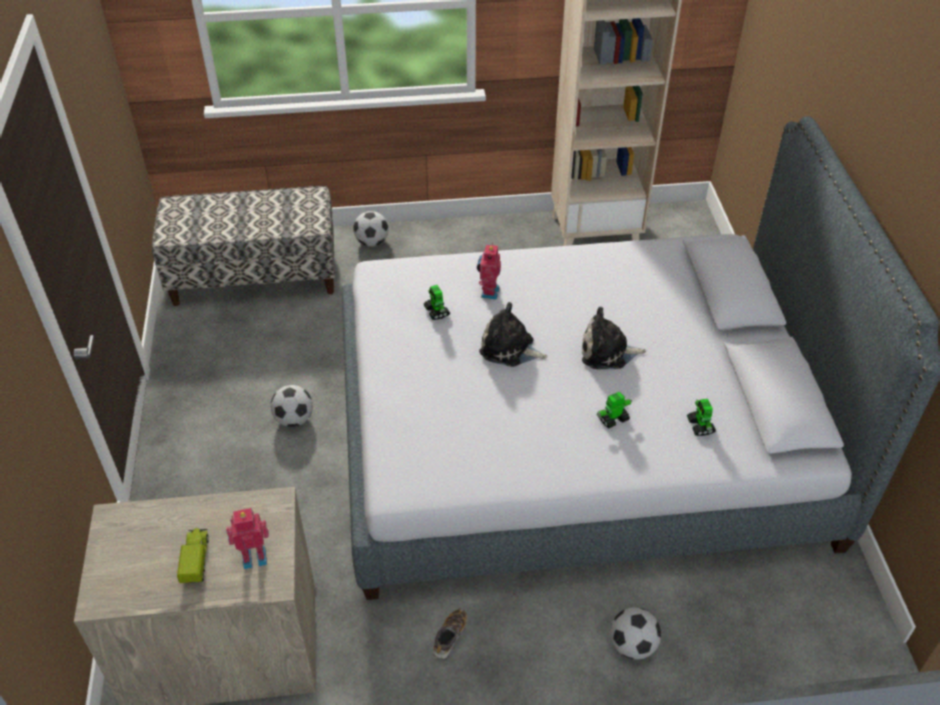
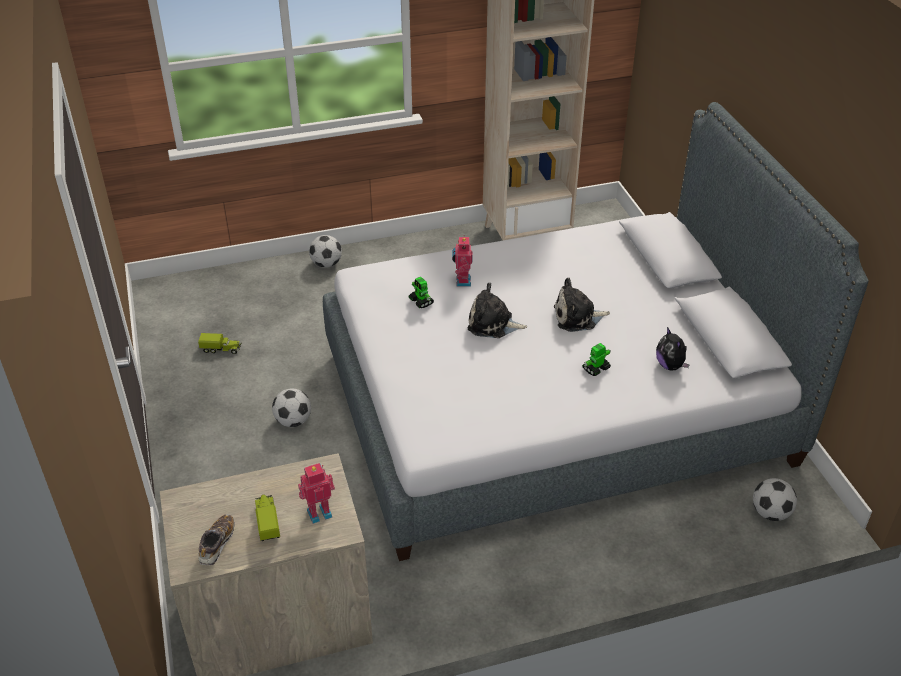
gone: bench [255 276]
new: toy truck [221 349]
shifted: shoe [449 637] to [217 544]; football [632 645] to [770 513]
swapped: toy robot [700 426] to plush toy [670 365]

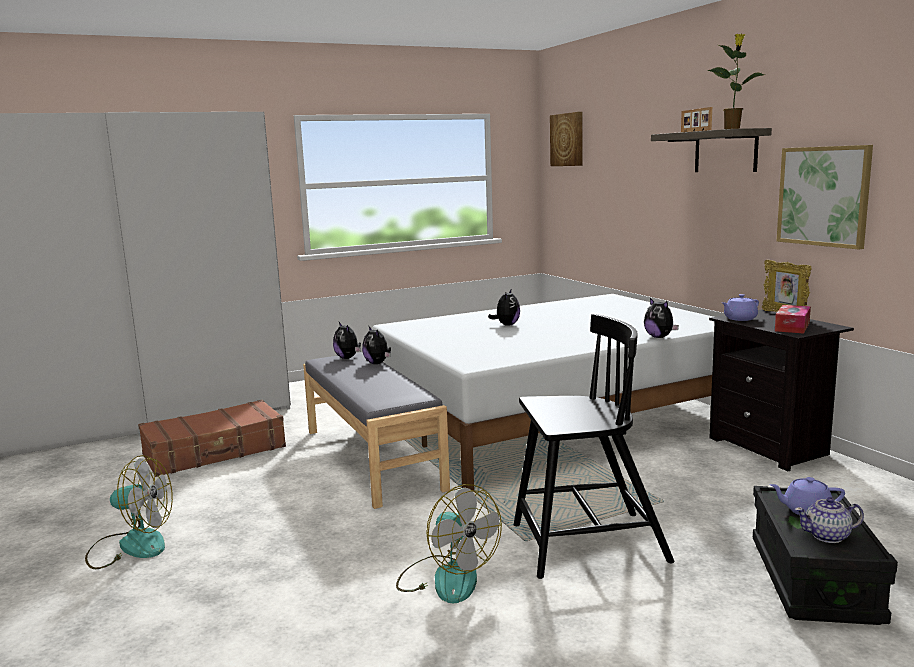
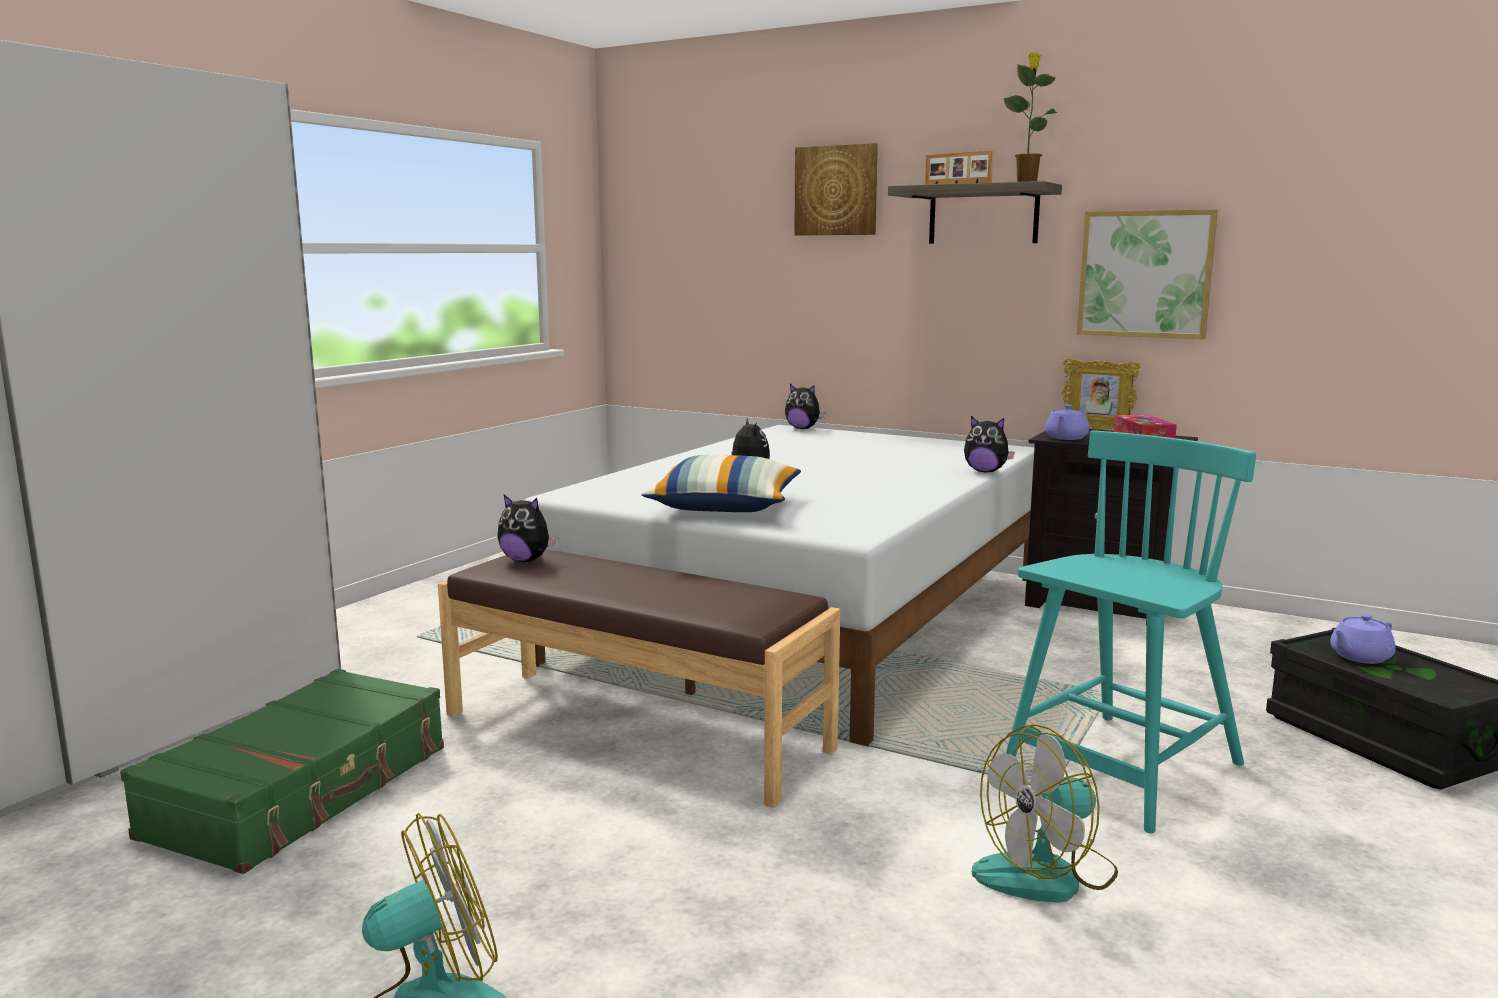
gone: teapot [828 536]
new: pillow [725 507]
shifted: plush toy [377 363] to [803 428]; picture [567 139] to [836 190]
repainted: brown suitcase [215 451] to green suitcase [303 791]; grey bench [373 458] to brown bench [636 730]; black chair [586 544] to turquoise chair [1122 771]
rotated: fan [446 578] = [1047 874] 135 degrees clockwise

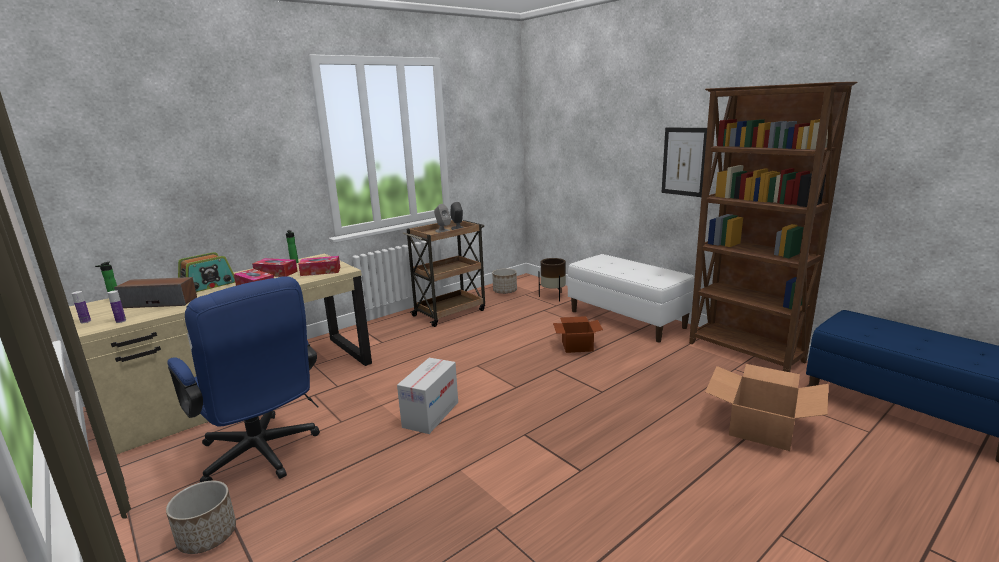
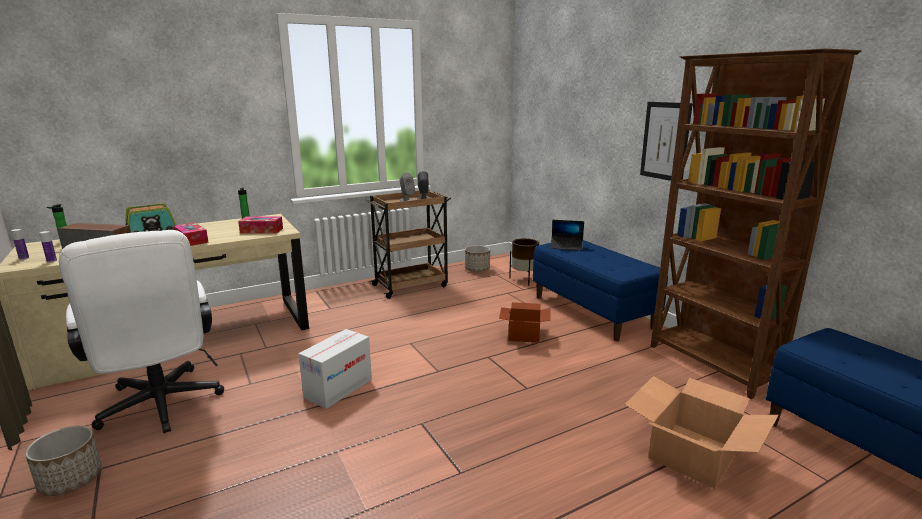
gone: tissue box [276 273]
new: laptop [566 246]
repainted: blue office chair [262 456] to white office chair [161 408]; white bench [627 319] to blue bench [593 312]

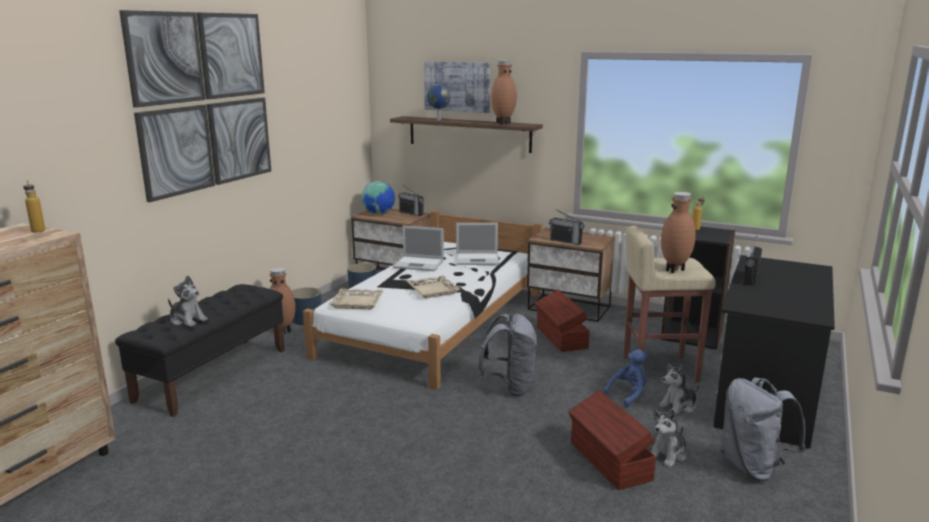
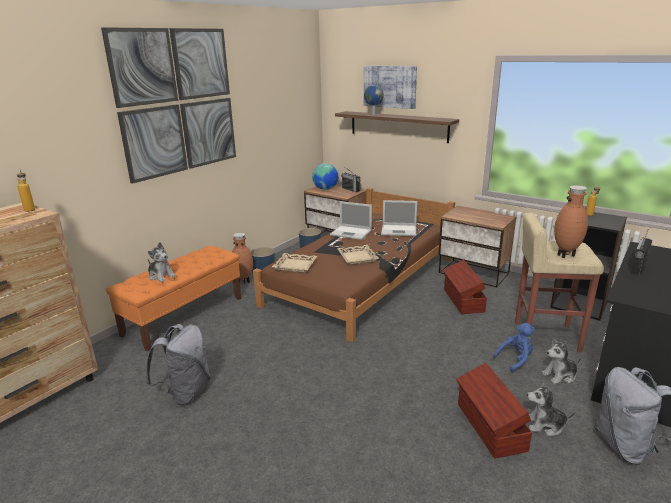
gone: brown vase [502 123]; radio [565 241]
shifted: grey backpack [509 387] to [186 392]
repainted: black bench [213 374] to orange bench [184 316]; white bed [435 323] to brown bed [362 280]
rotated: plush toy [668 455] = [545 425] 45 degrees clockwise

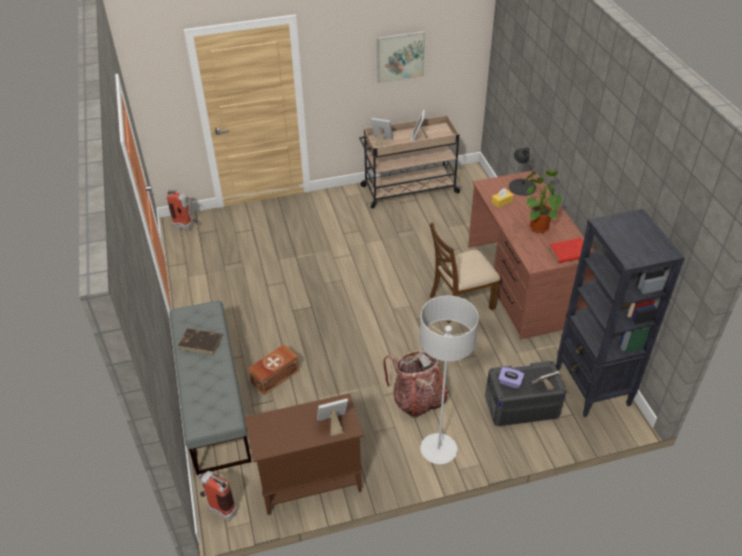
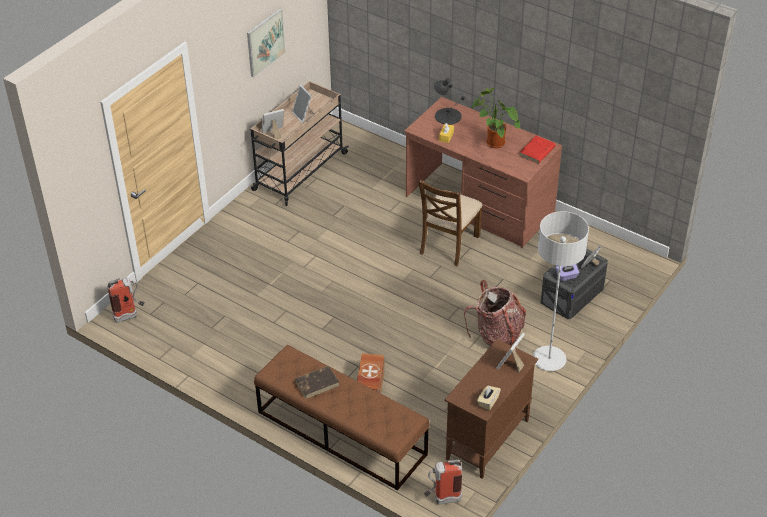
gone: black bookcase [592 387]
new: beige tissue box [488 402]
repainted: grey bench [213 398] to brown bench [341 433]

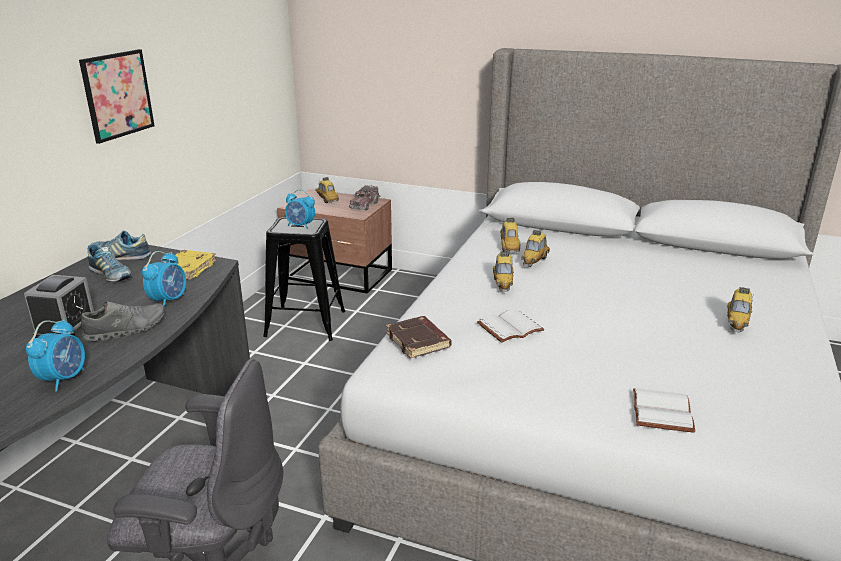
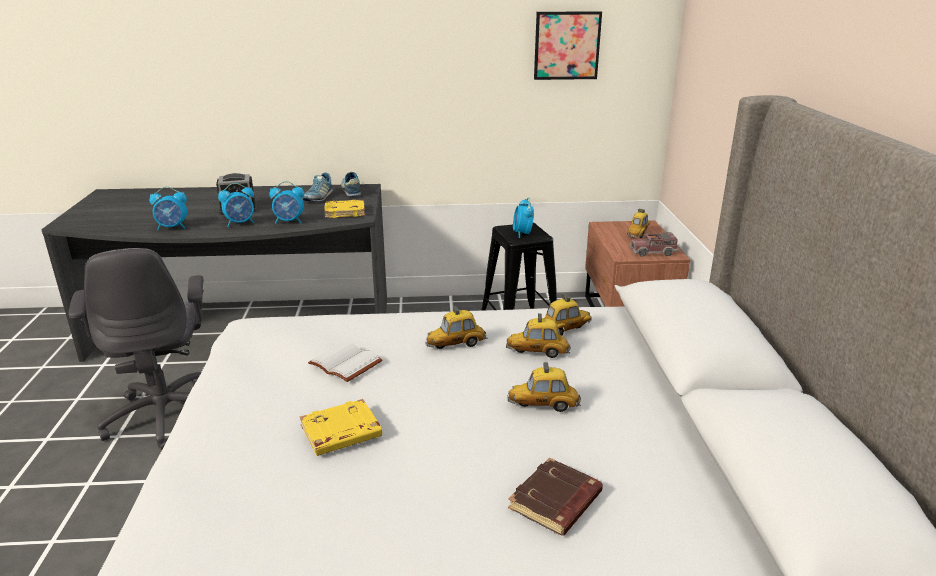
gone: white book [664 412]
new: yellow book [341 433]
shifted: toy car [736 323] to [543 405]; brown book [419 341] to [556 502]; picture [117 95] to [567 45]
swapped: grey shoe [126 329] to alarm clock [240 223]

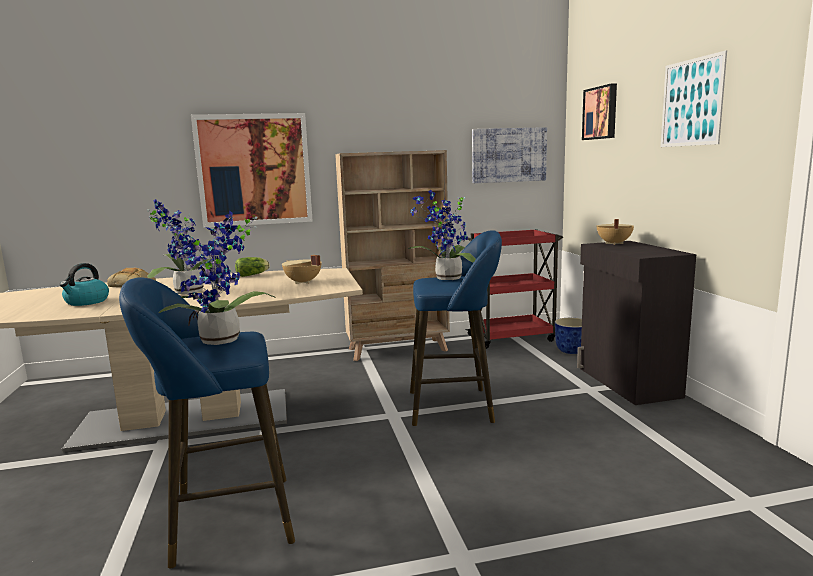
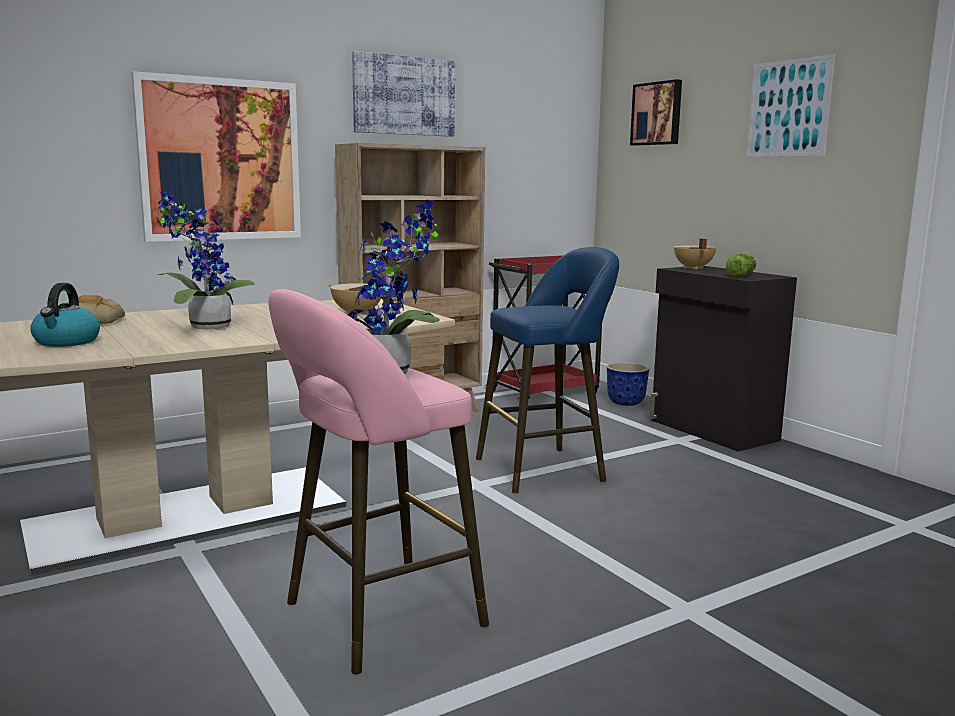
gone: potted plant [445 279]
shifted: picture [509 155] to [404 95]; lettuce [253 275] to [742 276]
repainted: blue stool [224 521] to pink stool [374 617]

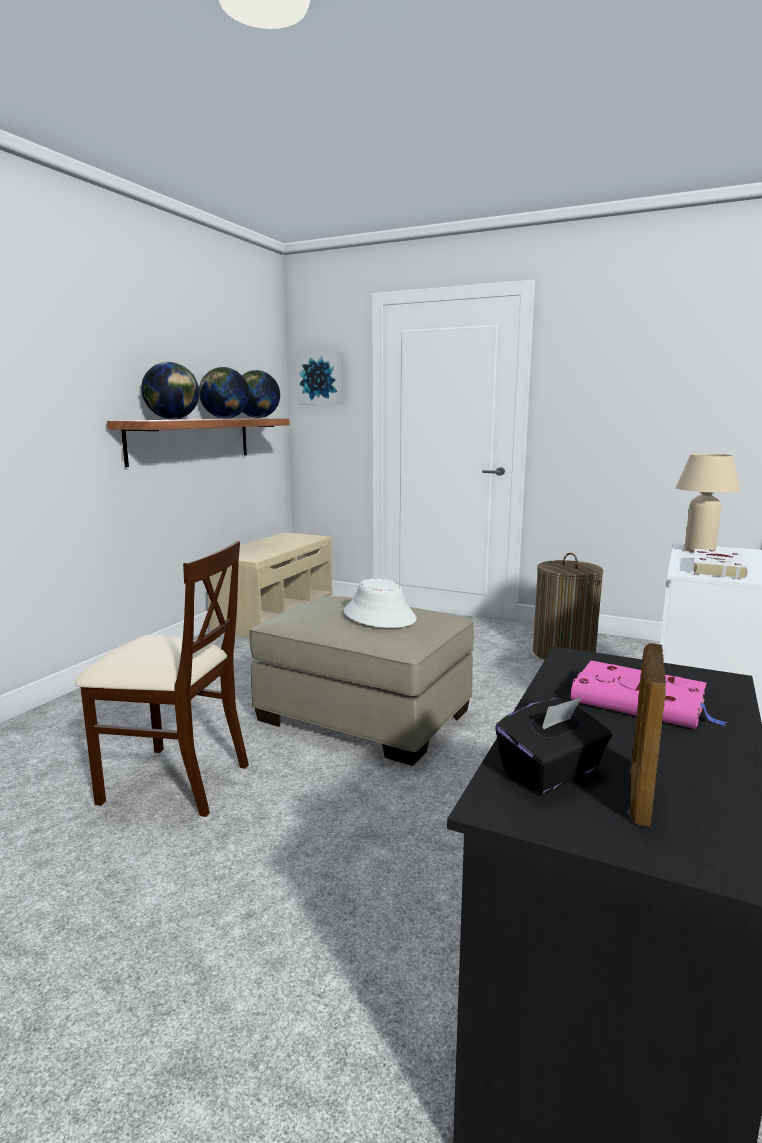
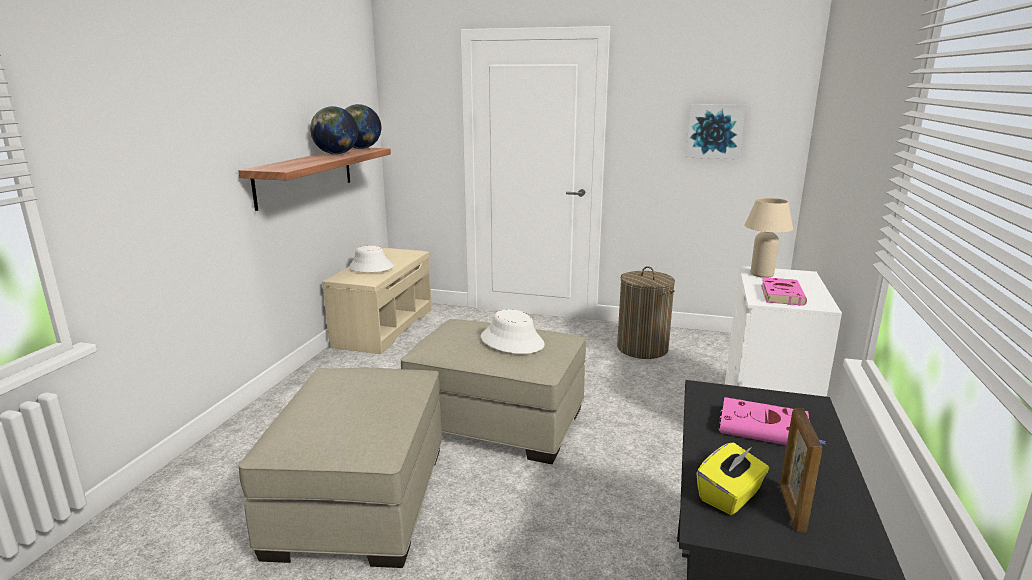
gone: globe [173 419]
new: white hat [370 267]
shifted: picture [321 378] to [714 131]
swapped: beige chair [175 781] to beige ottoman [359 500]
repainted: black tissue box [551 772] to yellow tissue box [730 496]; white book [717 568] to pink book [781 294]

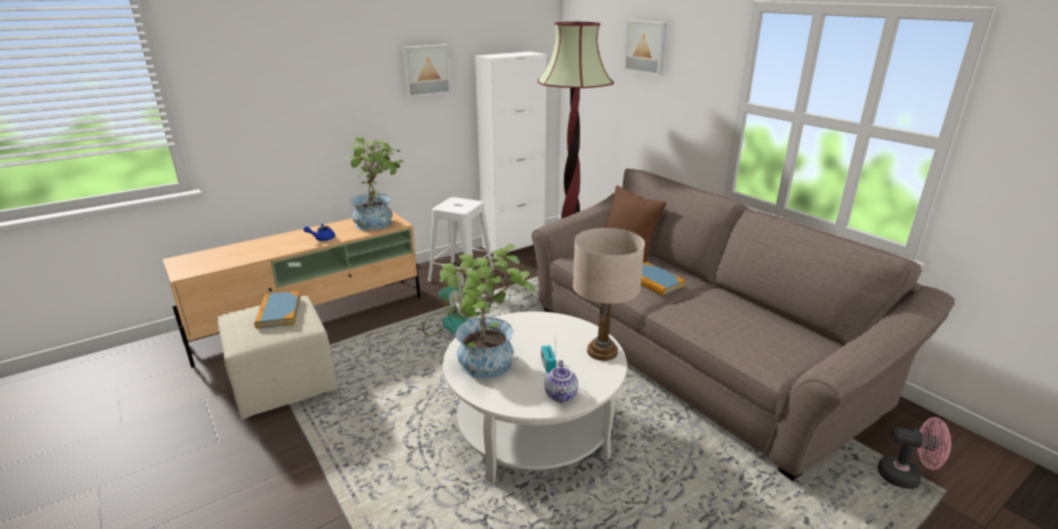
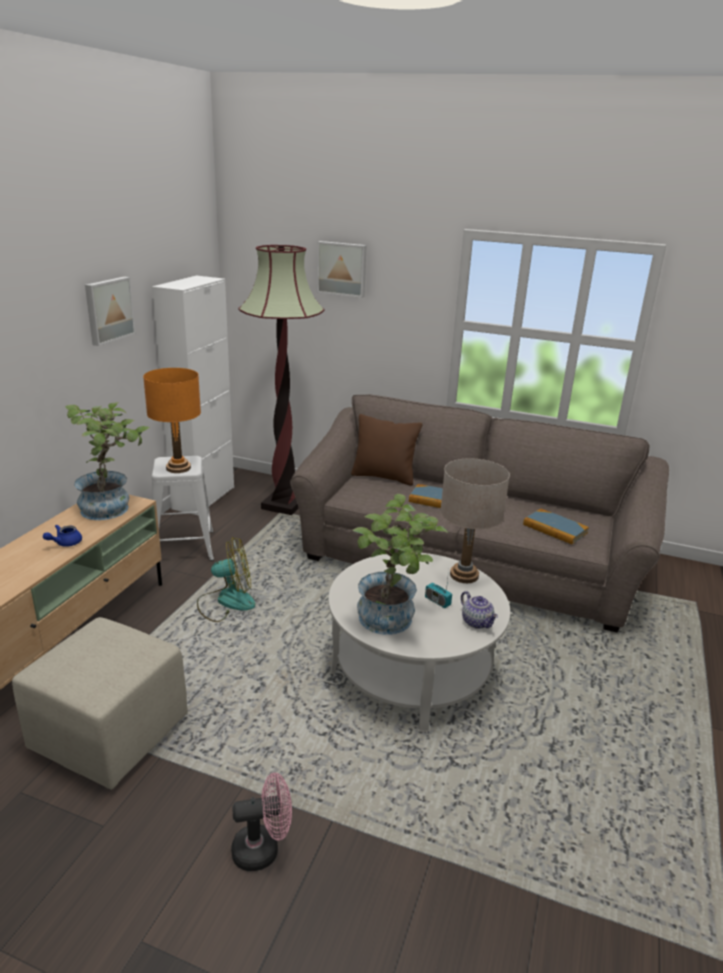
new: orange table lamp [178 468]
shifted: pink fan [906 477] to [263 849]; book [279 312] to [555 529]

